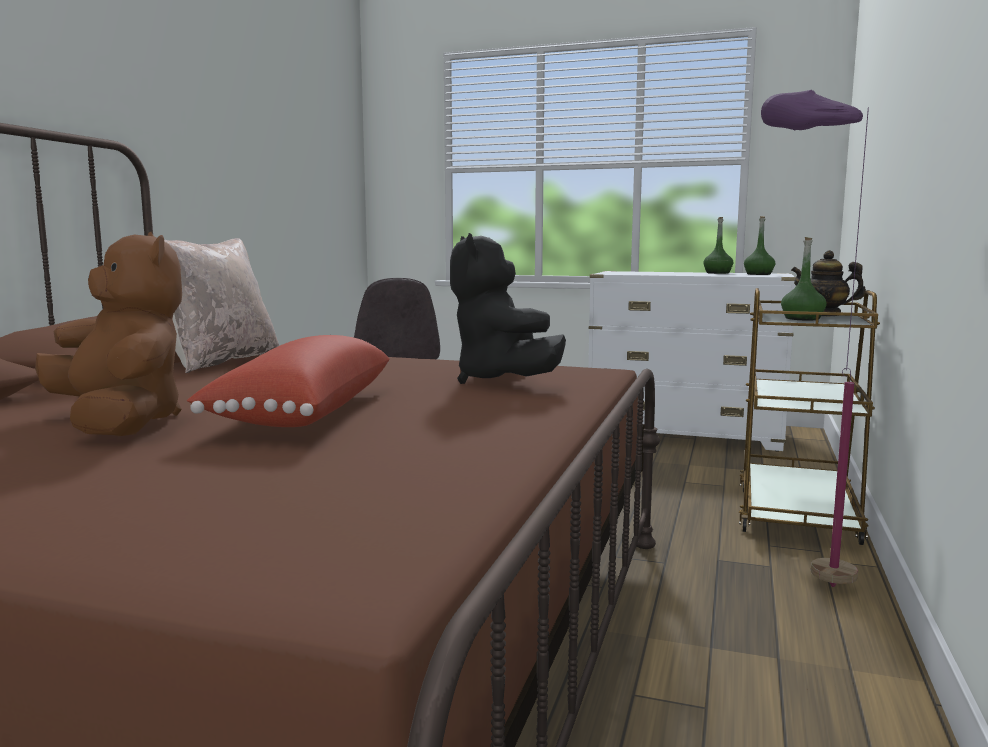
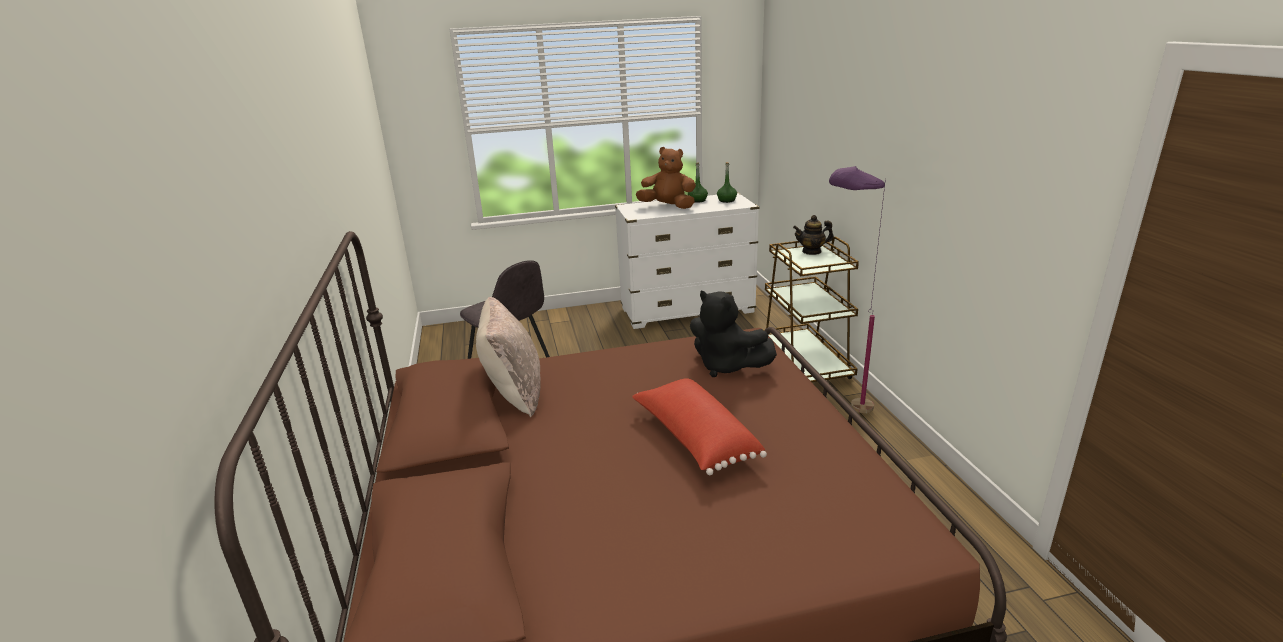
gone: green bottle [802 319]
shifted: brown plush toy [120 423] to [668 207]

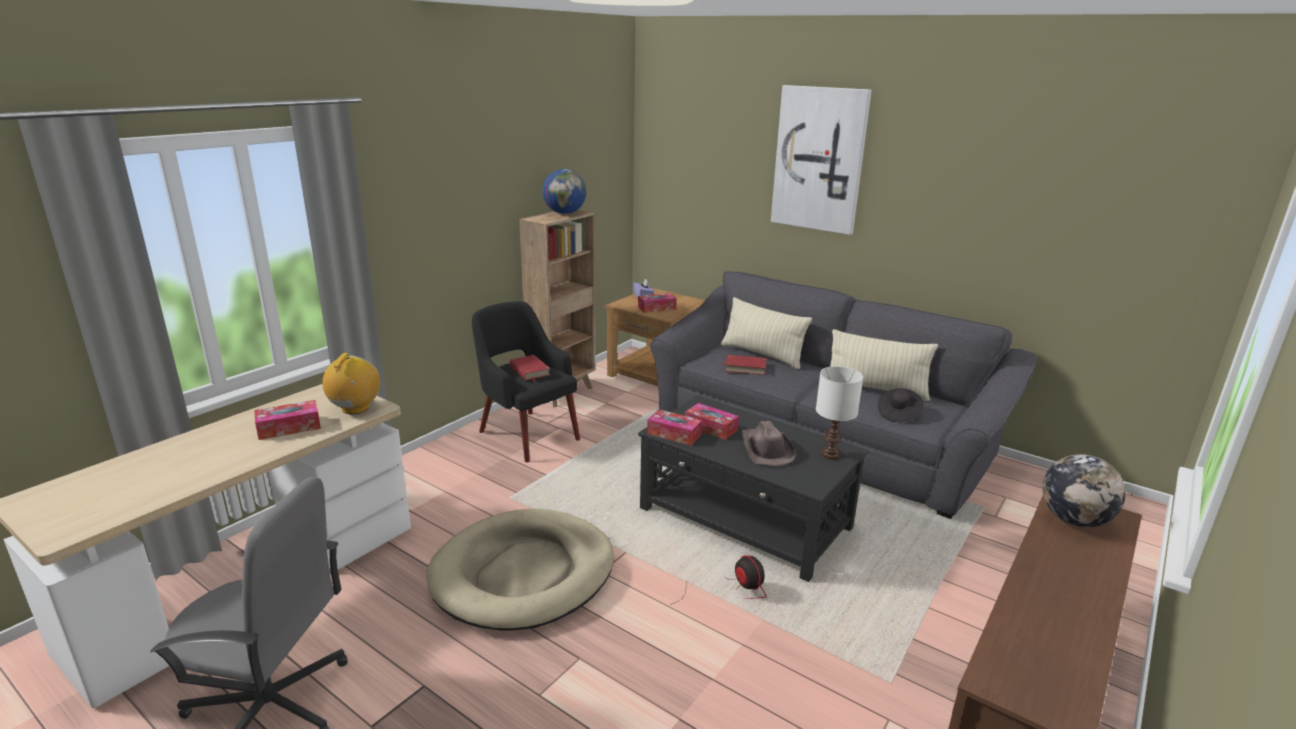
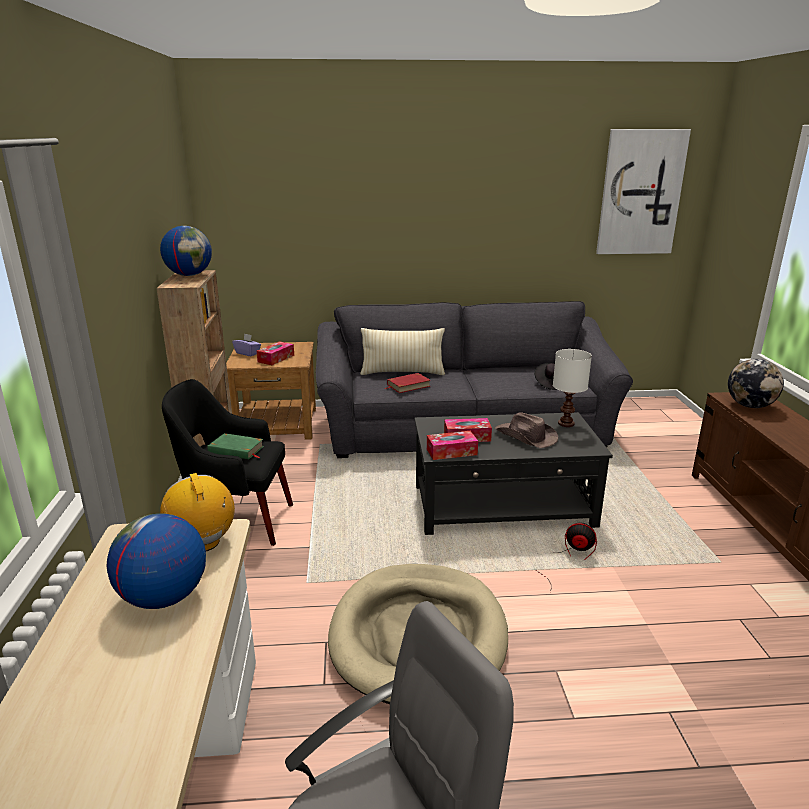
gone: beige pillow [875 389]
shifted: picture [819 159] to [640 193]
swapped: tissue box [289 427] to globe [163 597]
repainted: red book [529 371] to green book [236 450]

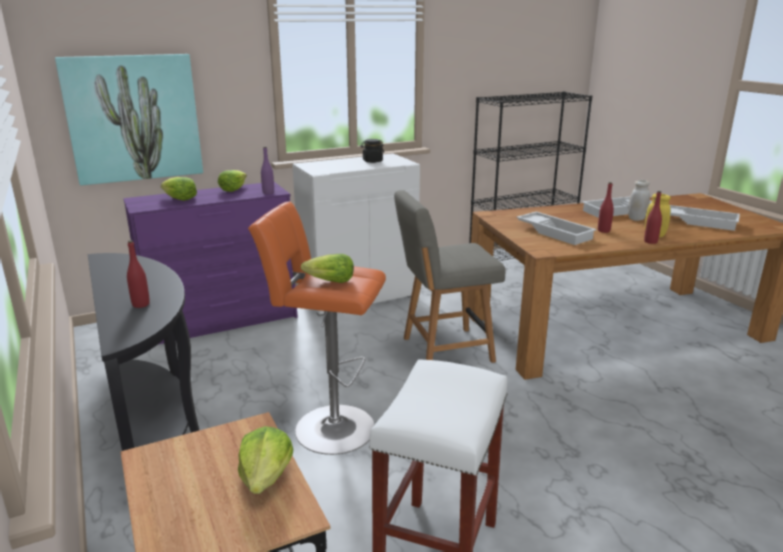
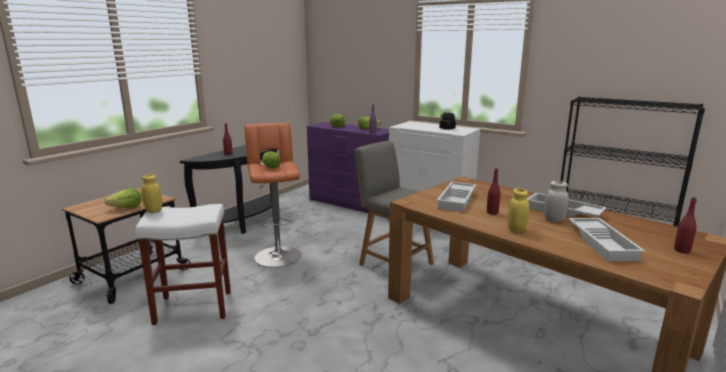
gone: picture [133 118]
new: yellow jar [153 211]
shifted: red bottle [650 242] to [681 250]

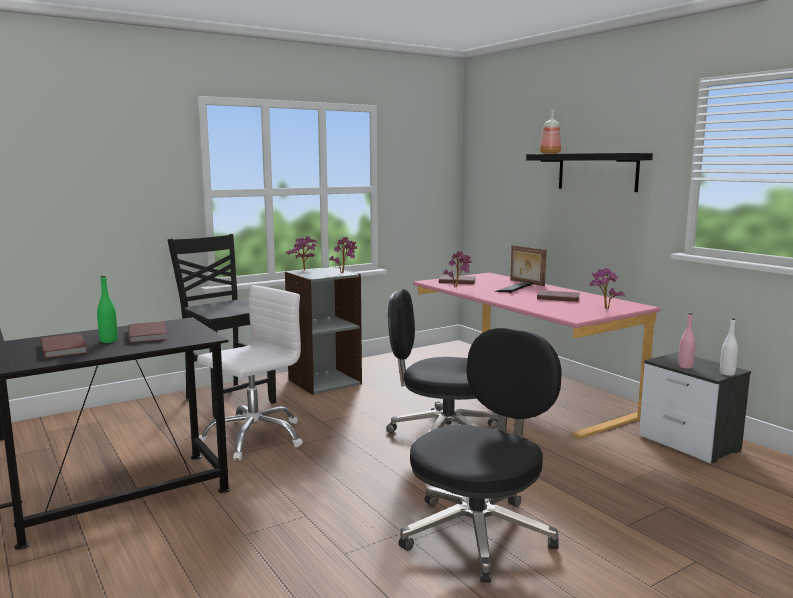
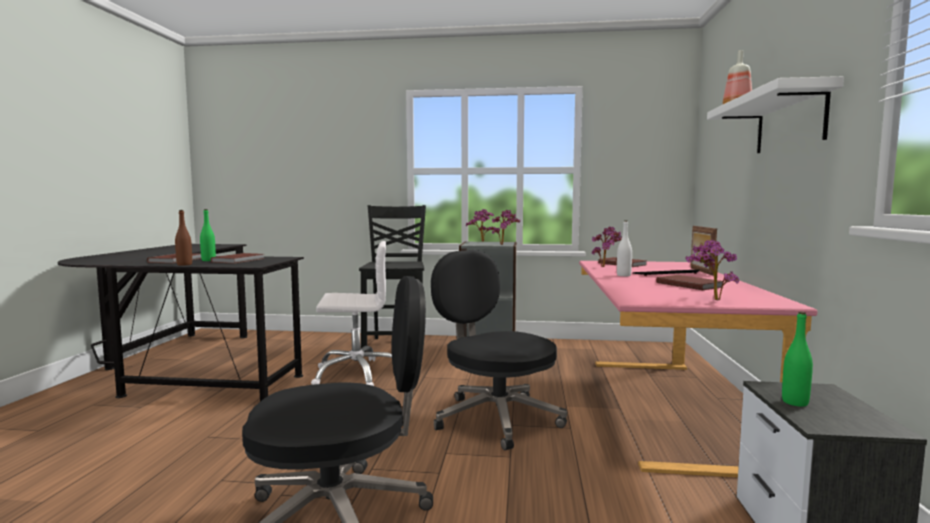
new: brown bottle [184 264]
shifted: white bottle [727 373] to [623 275]
repainted: black shelf [597 172] to white shelf [790 122]; pink bottle [685 366] to green bottle [795 402]

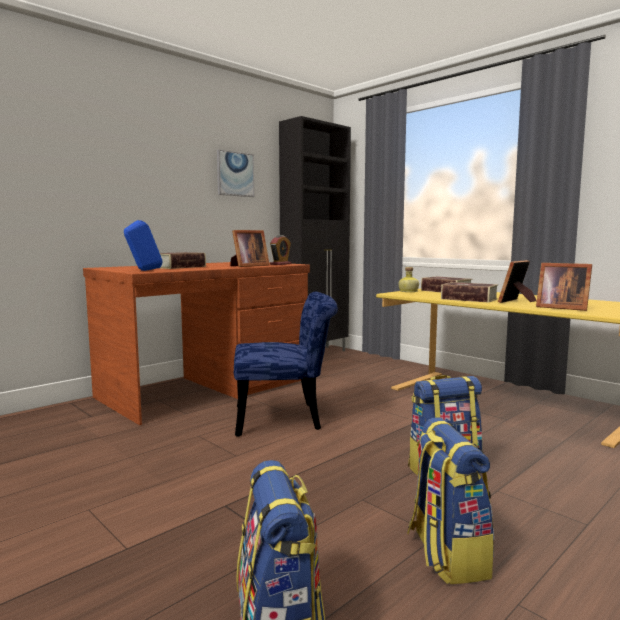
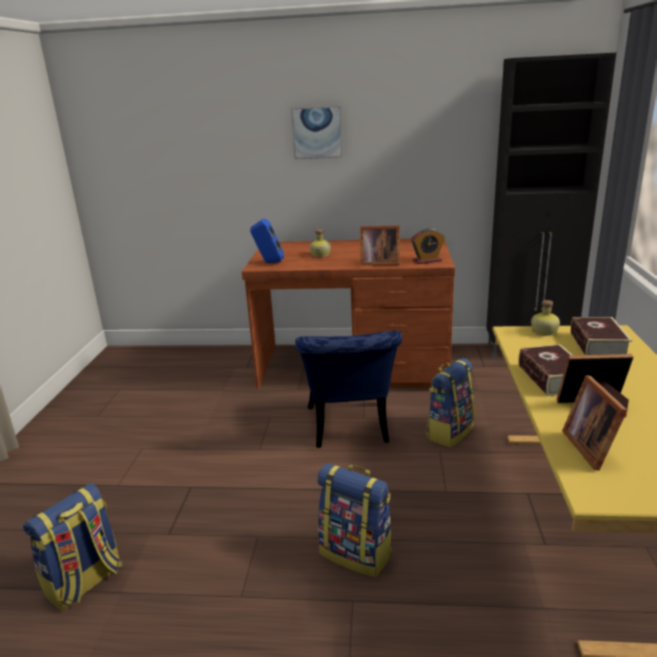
shifted: picture [235 174] to [317 132]; backpack [446 554] to [449 431]
swapped: book [178 267] to bottle [320 254]
rotated: blue chair [286 418] = [349 429] 45 degrees clockwise

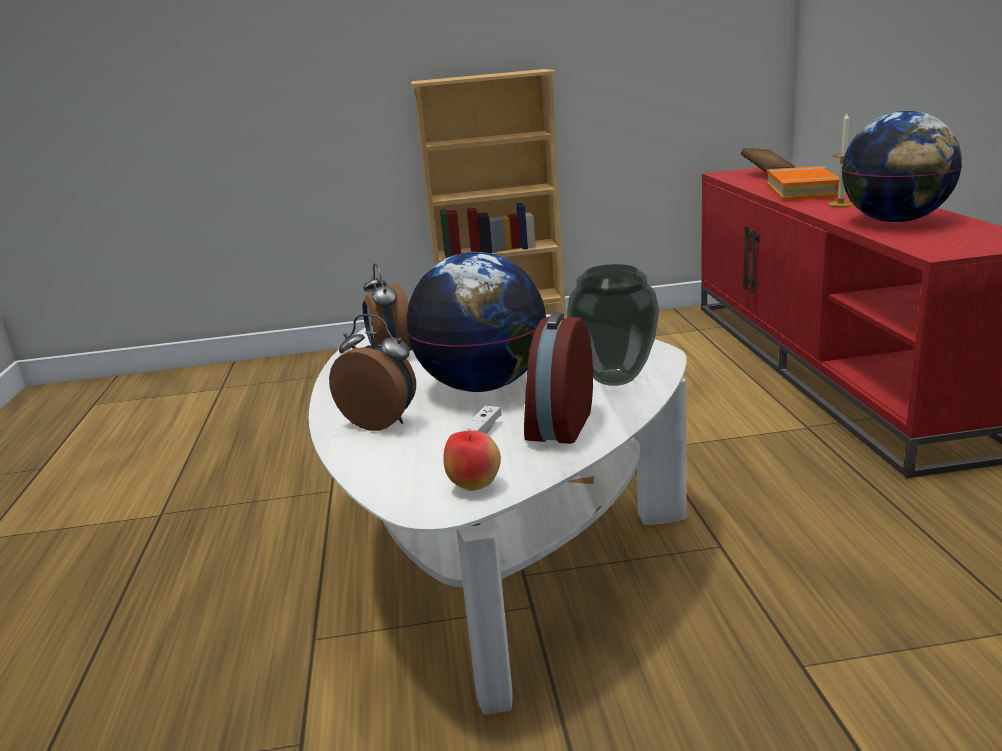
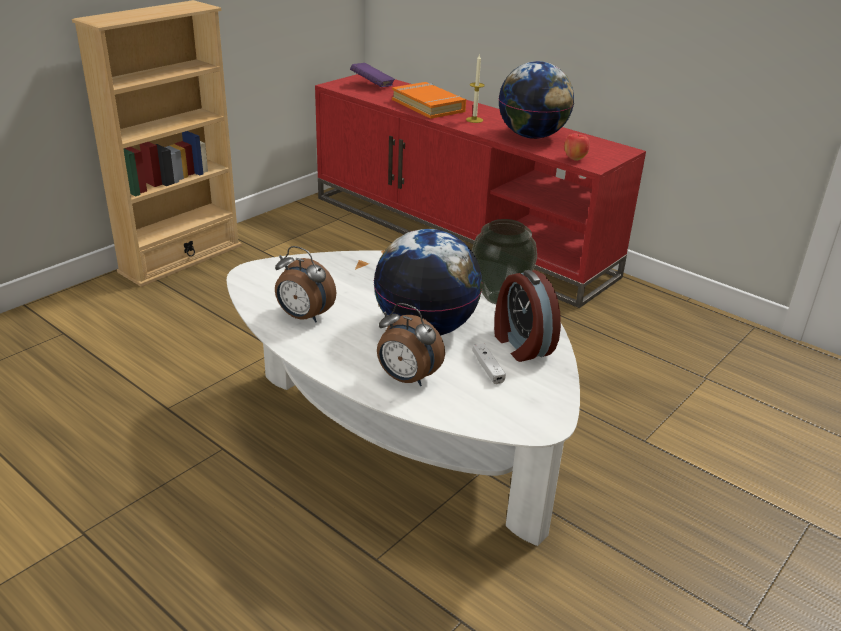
shifted: apple [474 486] to [575 159]
repainted: brown book [767 174] to purple book [372 85]
rotated: alarm clock [382 422] = [406 379] 135 degrees counterclockwise

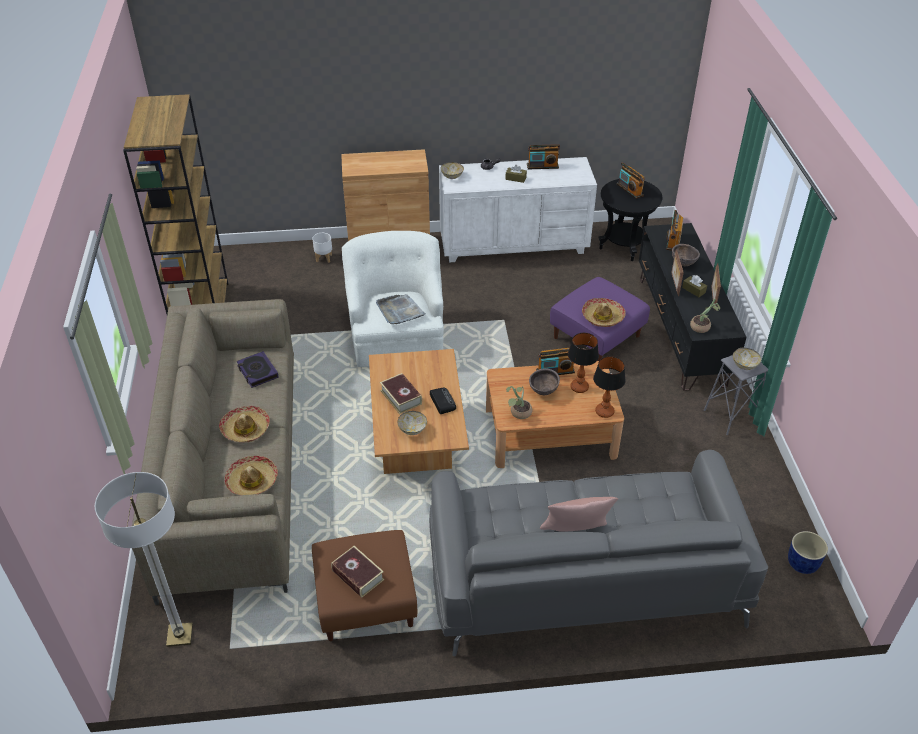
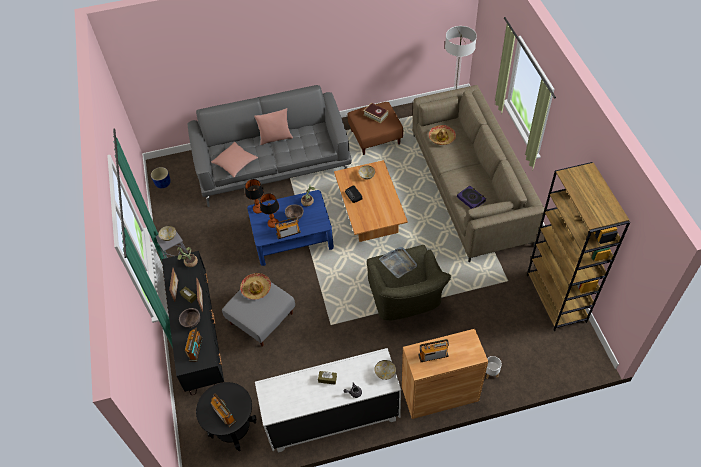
gone: hat [245 429]; book [401 397]
new: pink pillow [235 163]
shifted: radio [542 166] to [433 355]
repainted: purple ottoman [596 337] to grey ottoman [261 318]; brown coffee table [550 432] to blue coffee table [292 237]; white armchair [397 335] to green armchair [406 298]

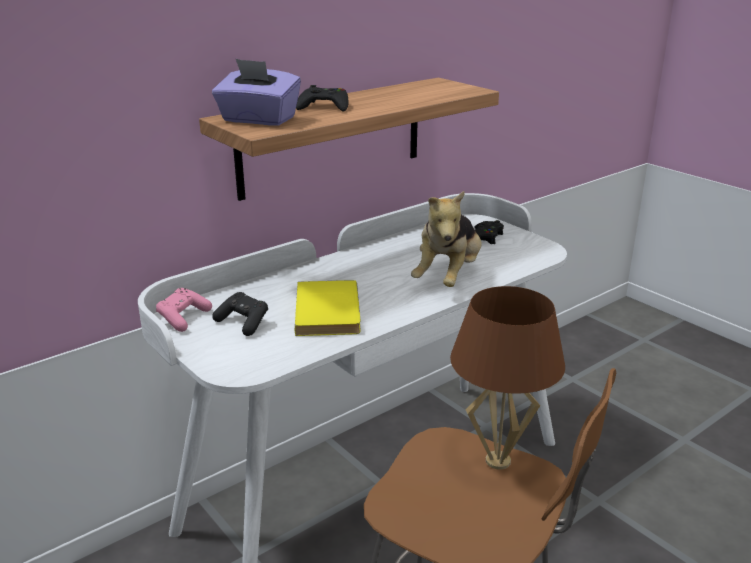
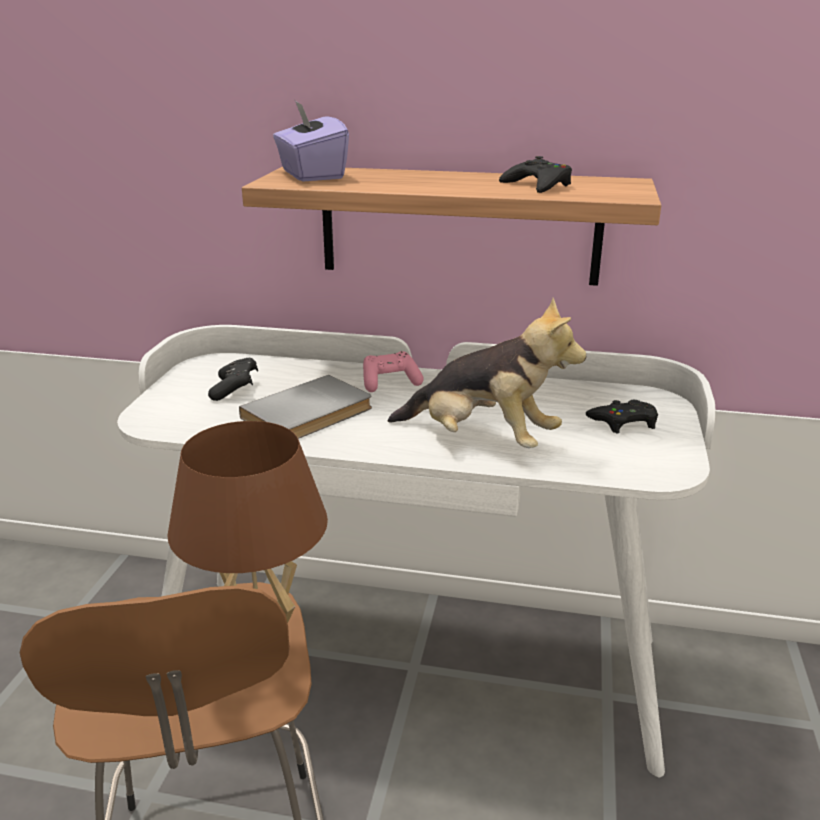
shifted: pink game controller [183 318] to [390 382]; black game controller [324 106] to [537 185]
repainted: yellow book [331 311] to grey book [310 414]
rotated: plush toy [448 277] = [482 440] 135 degrees counterclockwise

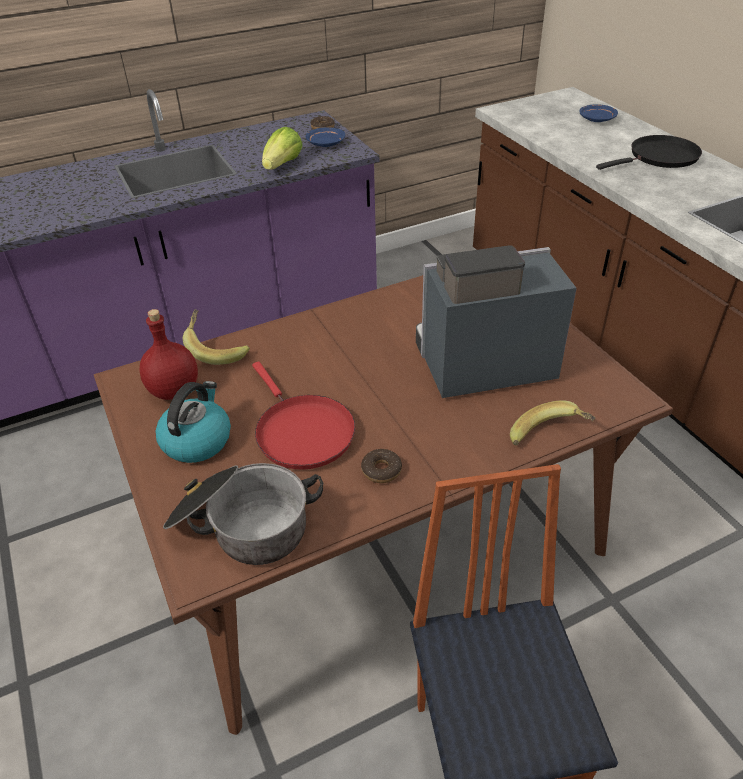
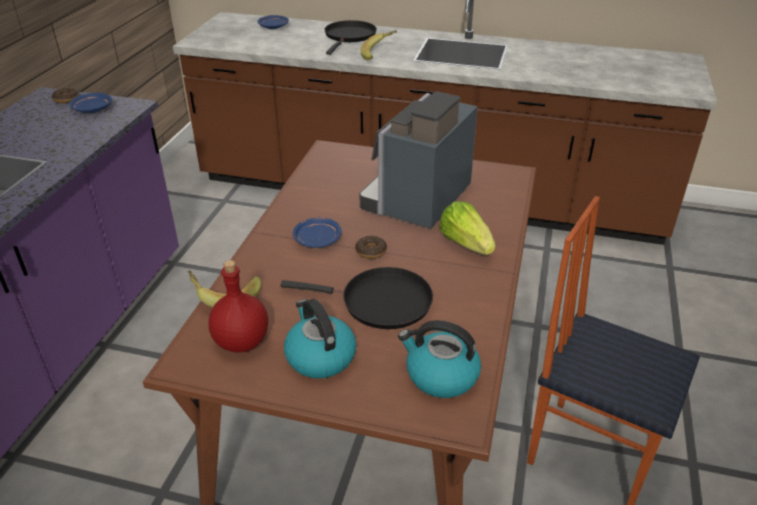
new: blue plate [317 239]
shifted: donut [381 470] to [371 251]; banana [549 438] to [379 54]; lettuce [282 165] to [466 243]
swapped: cooking pot [242 526] to kettle [440 376]
repainted: red frying pan [301 432] to black frying pan [380 302]

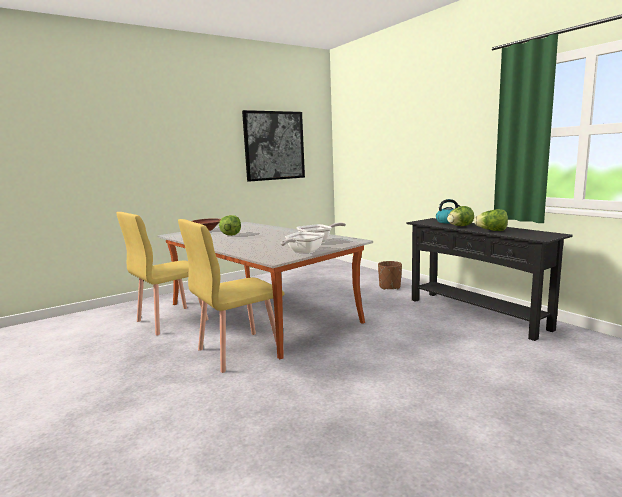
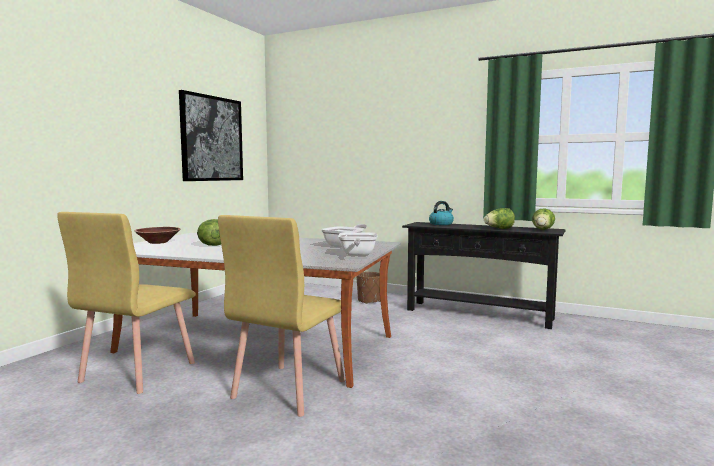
shifted: lettuce [459 226] to [542 230]

